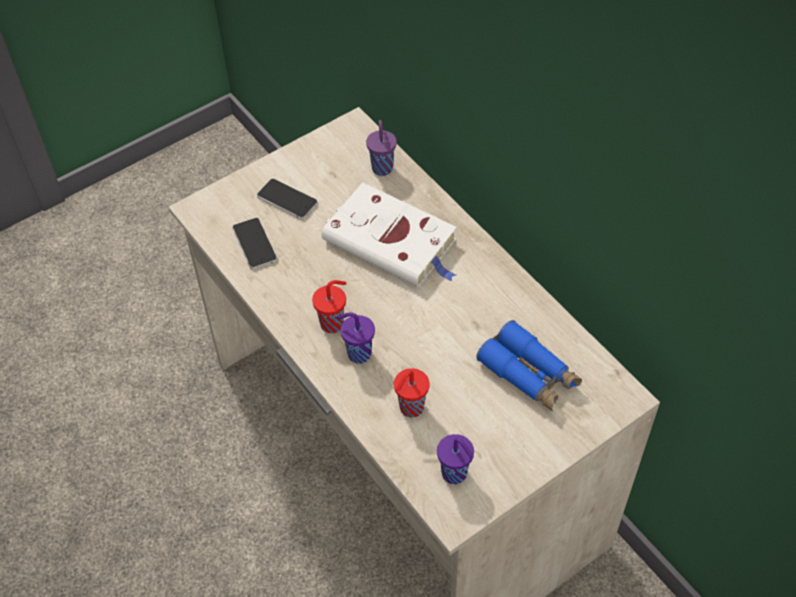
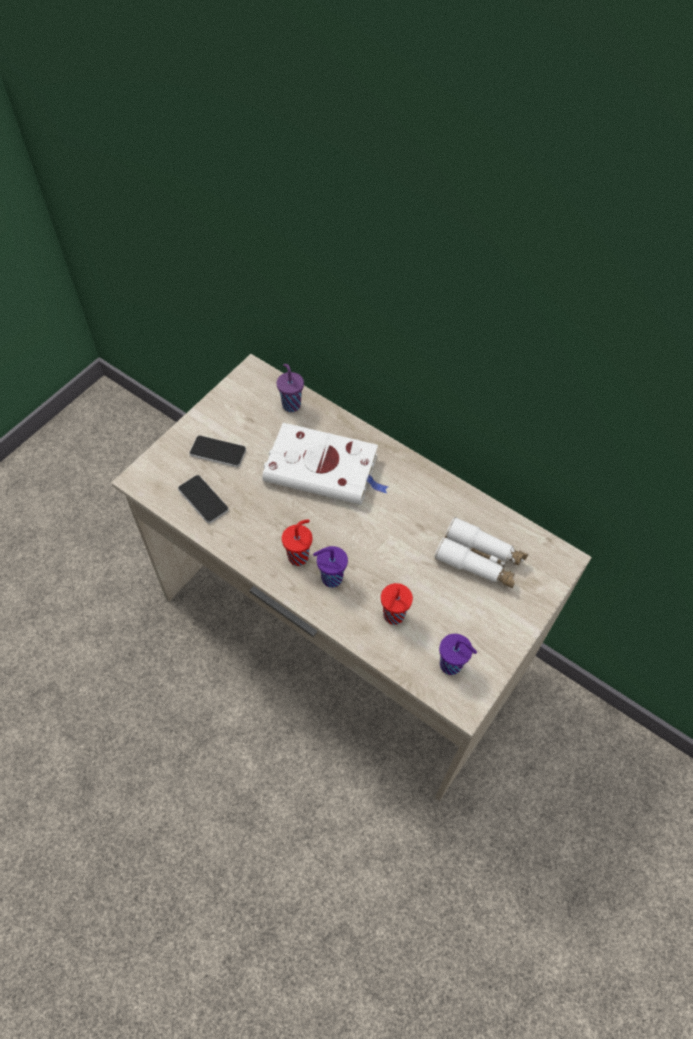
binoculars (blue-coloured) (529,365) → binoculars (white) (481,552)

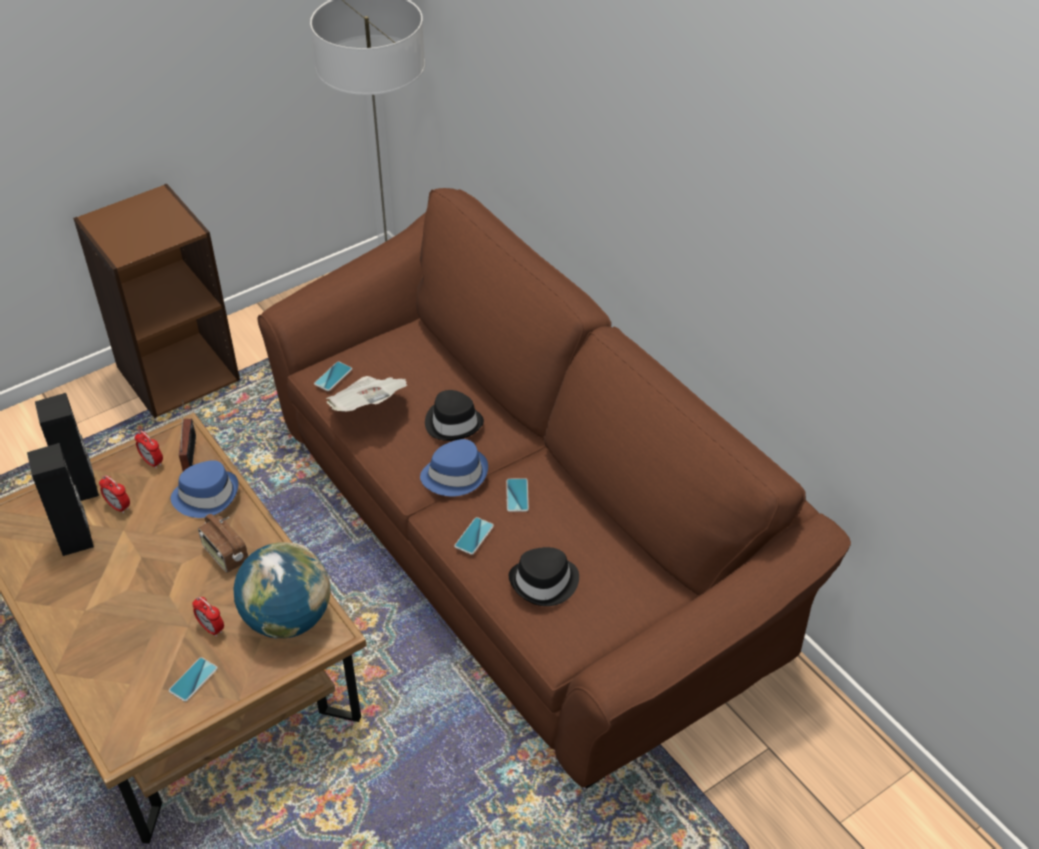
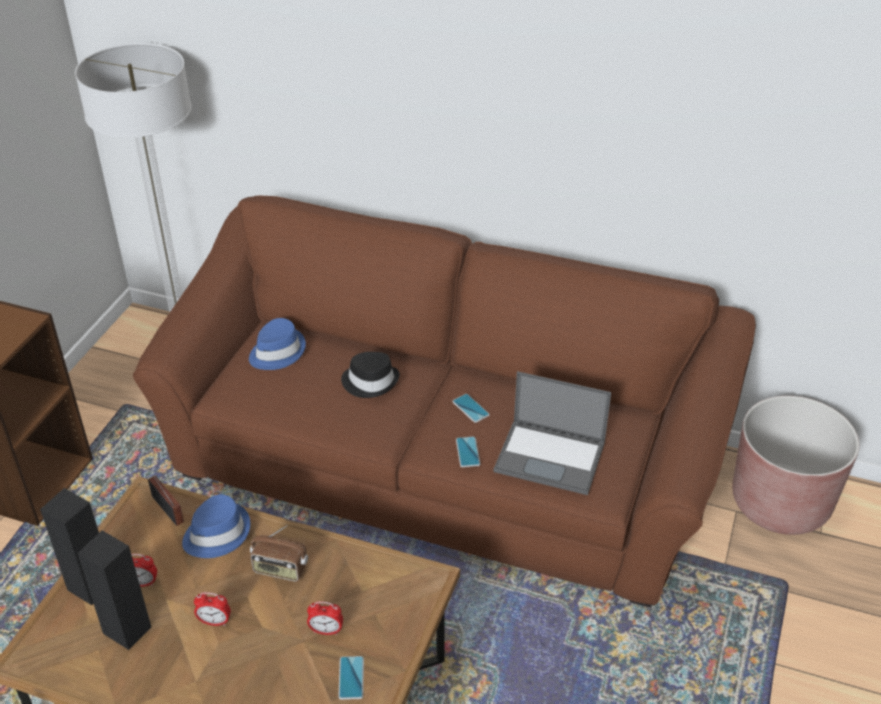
globe (282,590) → -
handset (333,376) → -
printed paper (366,394) → -
- → plant pot (brownish) (795,465)
bedside clock (149,449) → bedside clock (212,609), move
wearable hat (blue-coloured) (454,467) → wearable hat (blue-coloured) (277,344), move
wearable hat (blackish) (544,576) → notebook computer (552,433)

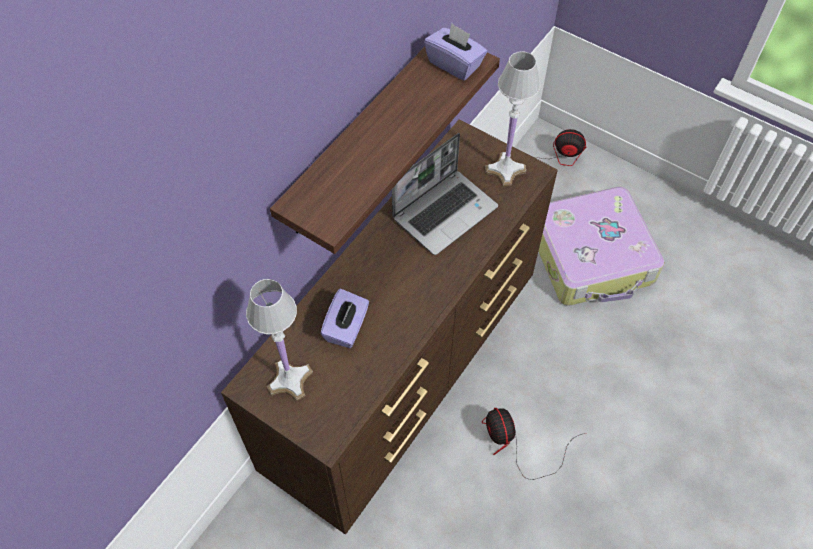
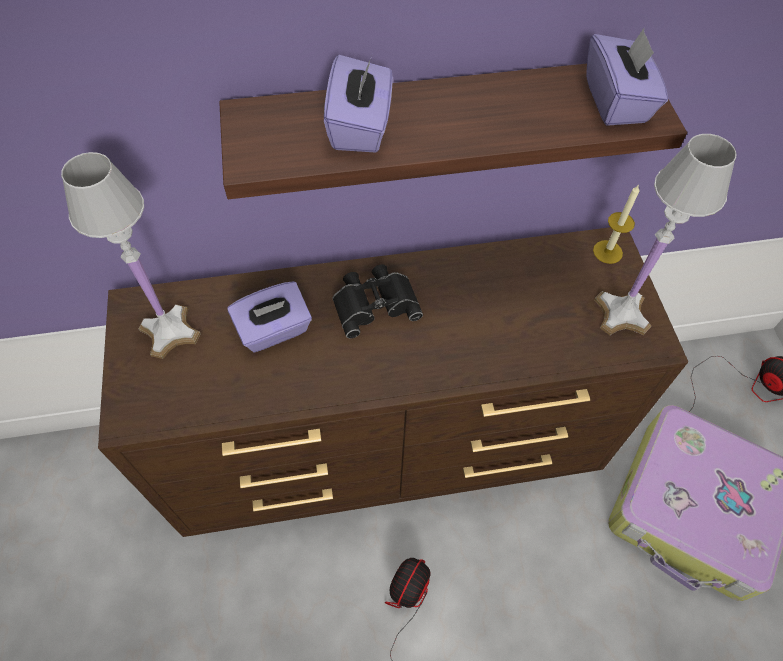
notebook computer (445,194) → -
- → tissue box (purplish) (358,104)
- → binoculars (blackish) (378,301)
- → candle (616,224)

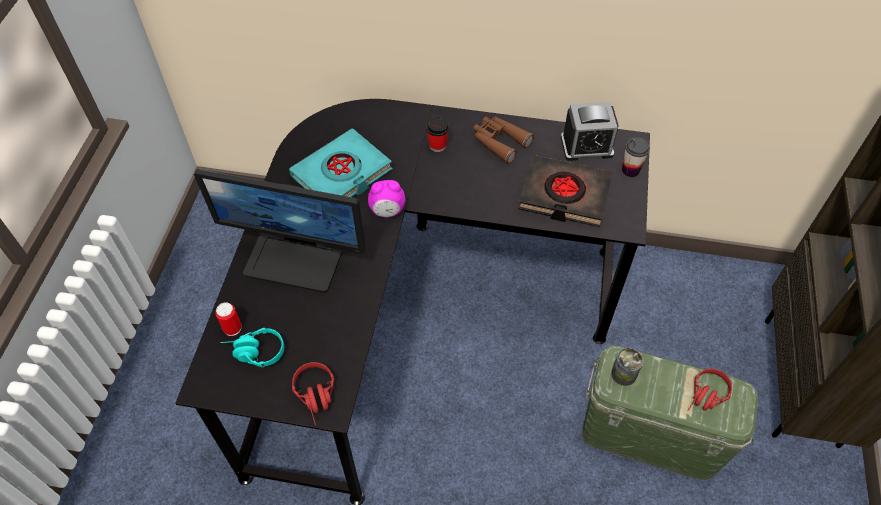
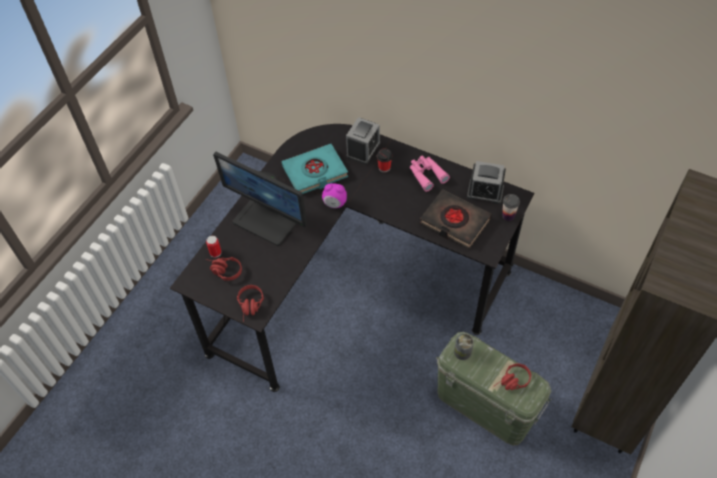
- → bedside clock (363,141)
headset (turquoise-coloured) (252,347) → headset (red-coloured) (223,269)
binoculars (brownish) (503,140) → binoculars (pinkish) (430,173)

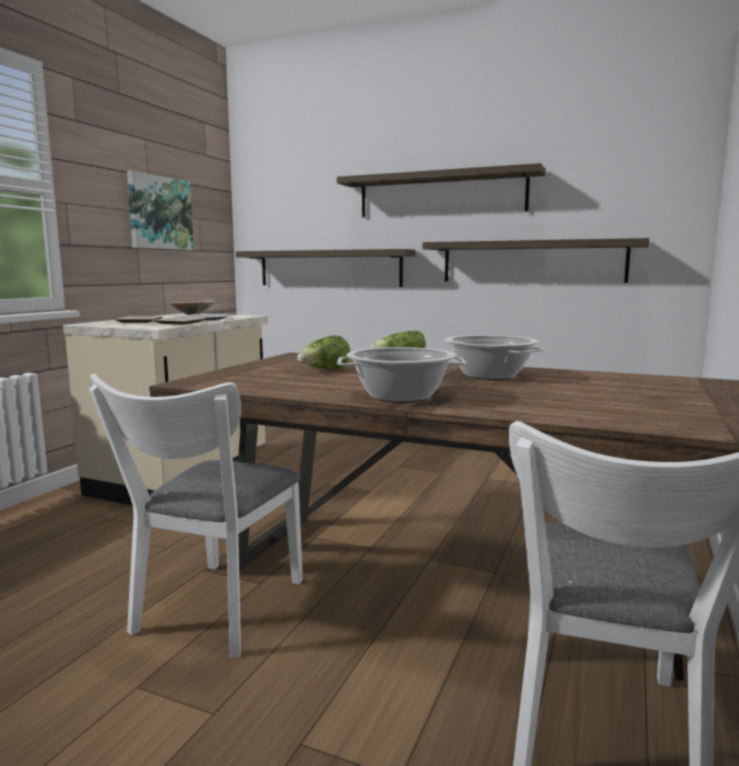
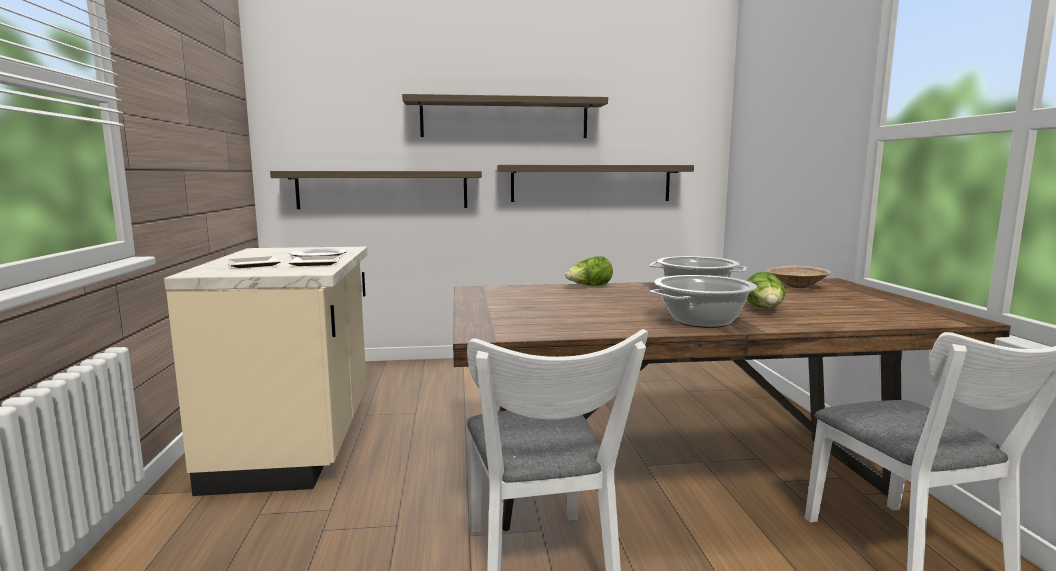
picture (160,210) → -
serving bowl (beige) (192,308) → serving bowl (beige) (799,277), move
lettuce (324,352) → lettuce (766,290), move

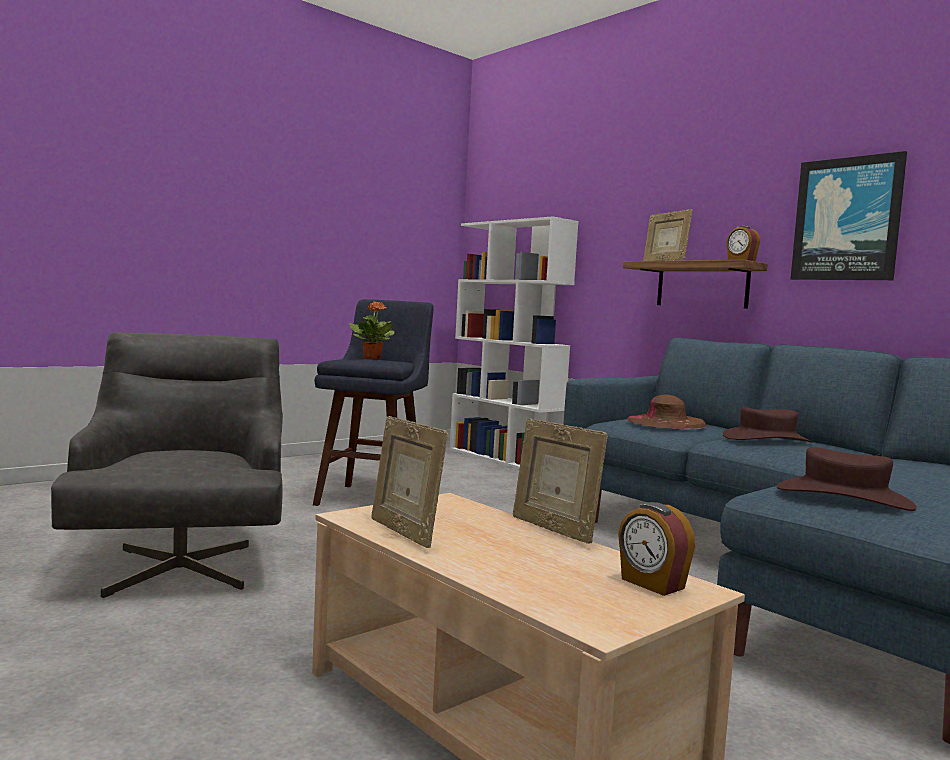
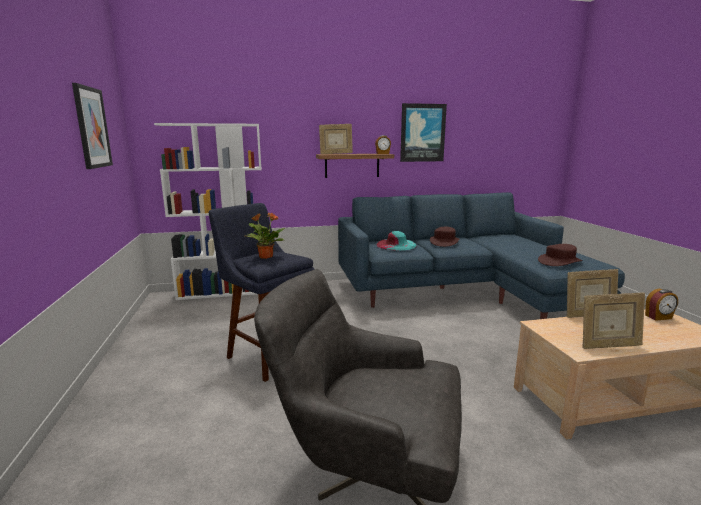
- → picture (92,126)
wearable hat (brownish) (667,412) → wearable hat (turquoise-coloured) (396,241)

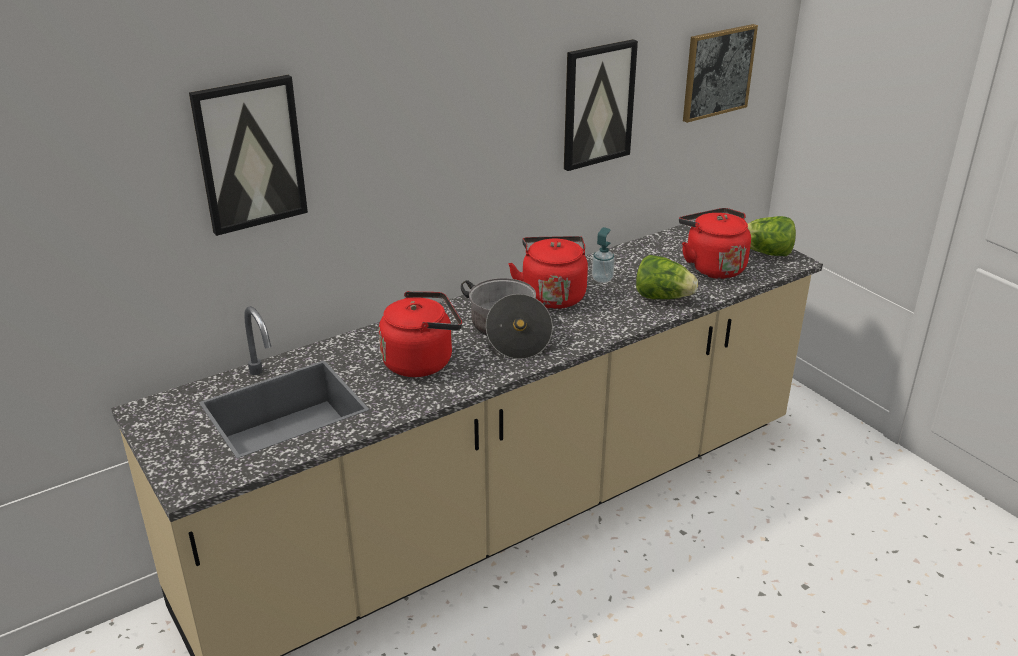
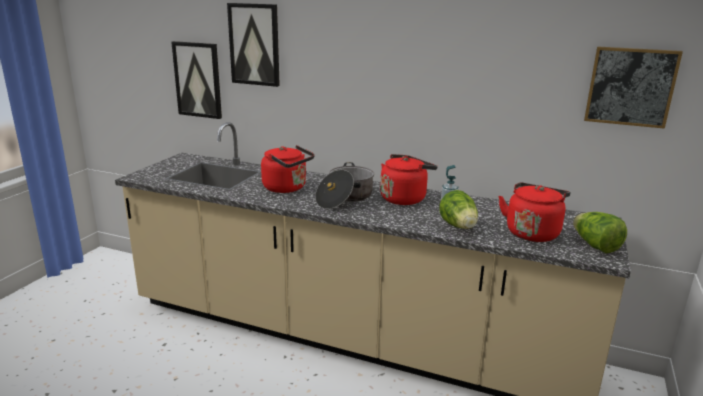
picture (601,105) → picture (196,80), move

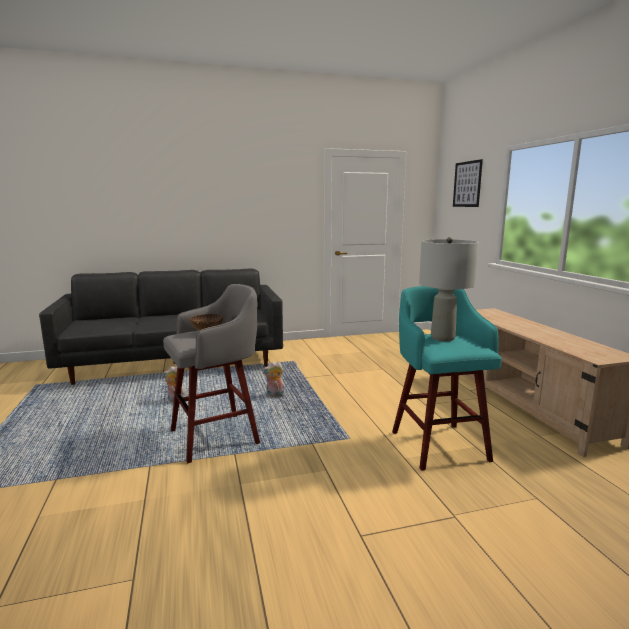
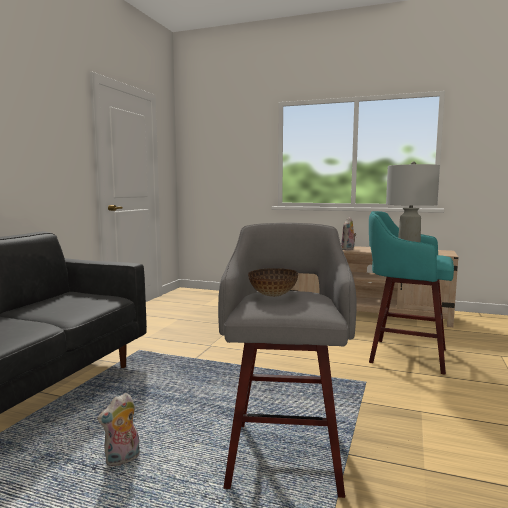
picture (468,183) → -
plush toy (274,379) → plush toy (348,233), move

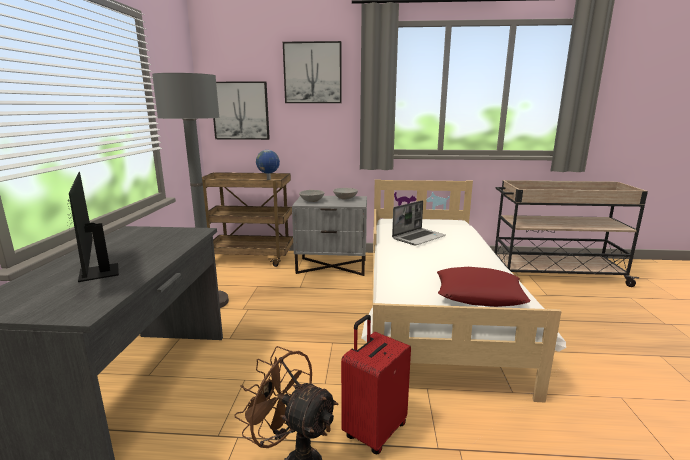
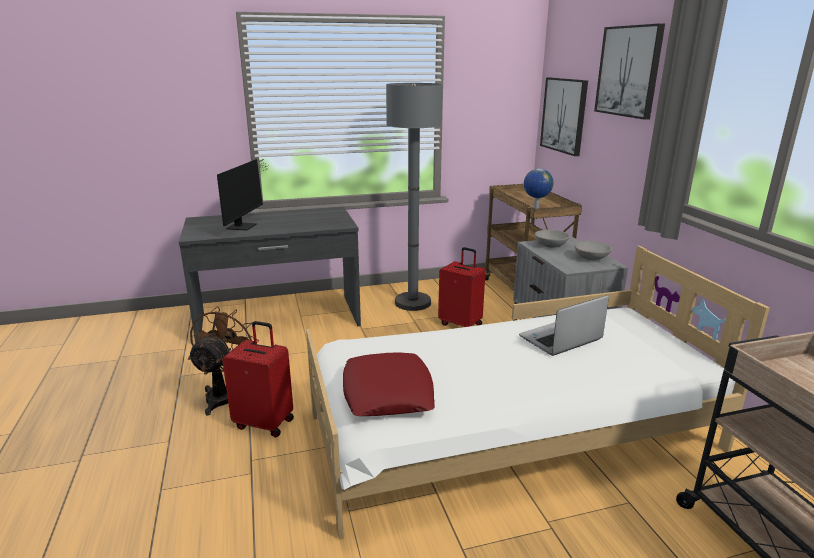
- → suitcase (red-coloured) (461,287)
computer display (93,227) → computer display (242,195), 150 degrees clockwise
notebook computer (419,222) → notebook computer (564,325), 120 degrees clockwise

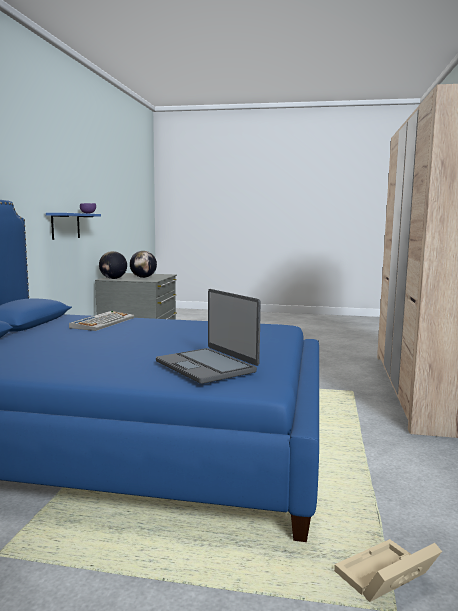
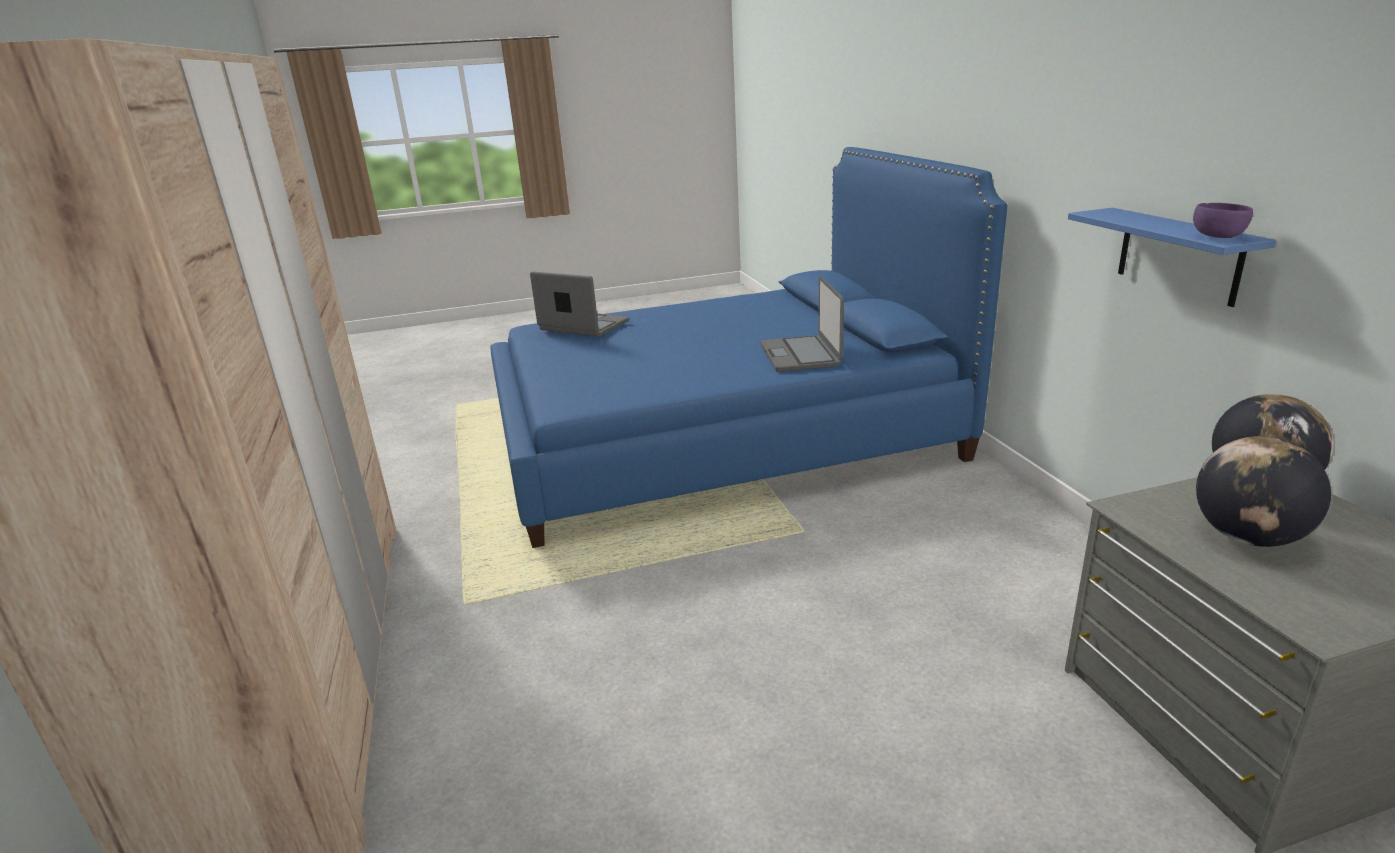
storage box (beige) (388,570) → -
computer keyboard (101,321) → notebook computer (802,324)

